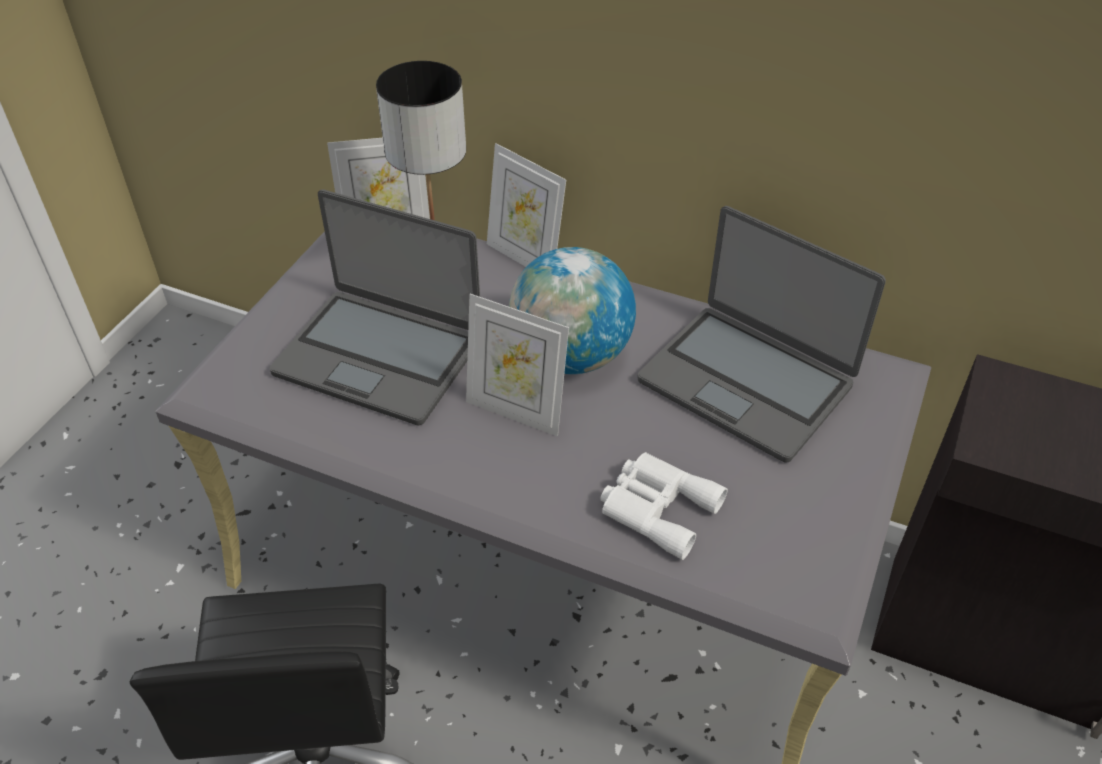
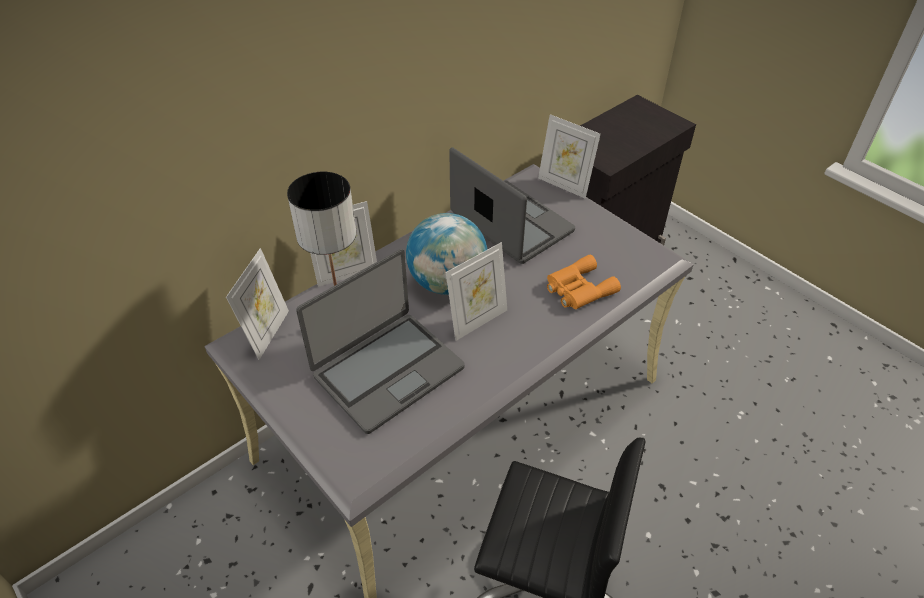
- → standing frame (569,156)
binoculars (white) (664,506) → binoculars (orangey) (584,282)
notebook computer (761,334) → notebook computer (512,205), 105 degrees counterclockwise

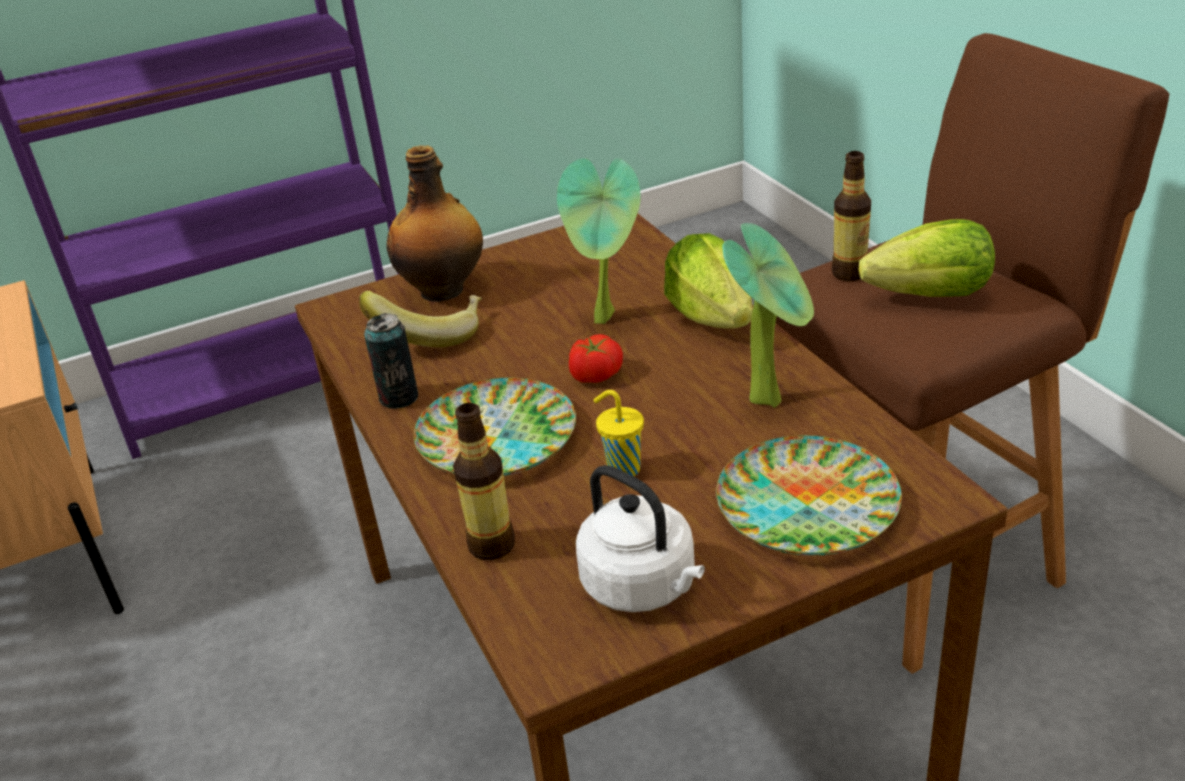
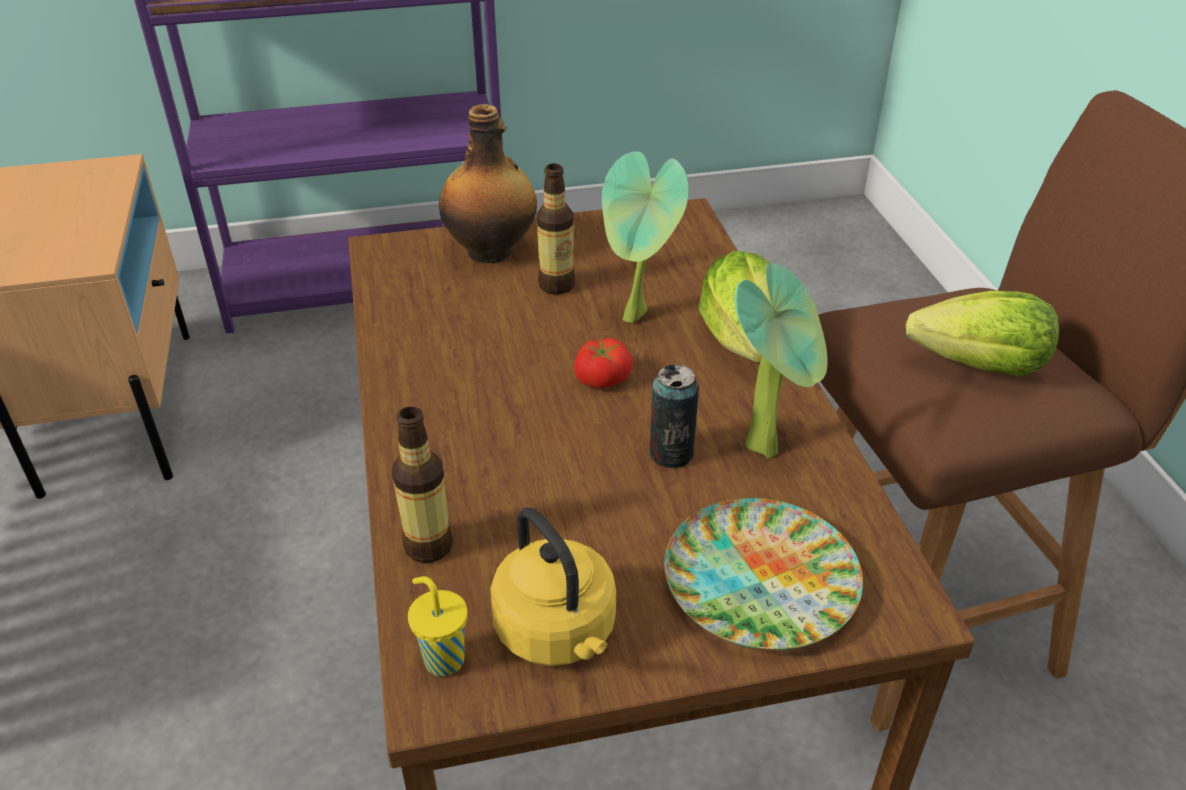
whole banana (420,319) → -
dinner plate (495,427) → -
sealed can (391,361) → sealed can (674,416), move
cup (yellowish) (618,433) → cup (yellowish) (437,626), move
drink bottle (851,216) → drink bottle (555,229), move
tea kettle (white) (640,538) → tea kettle (yellowish) (553,586)

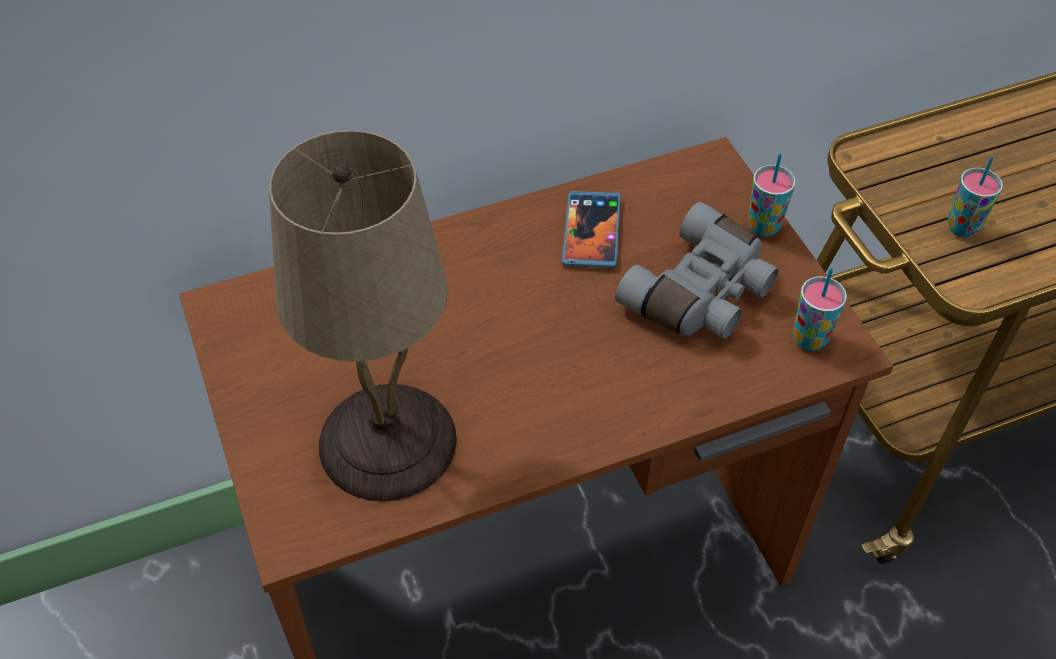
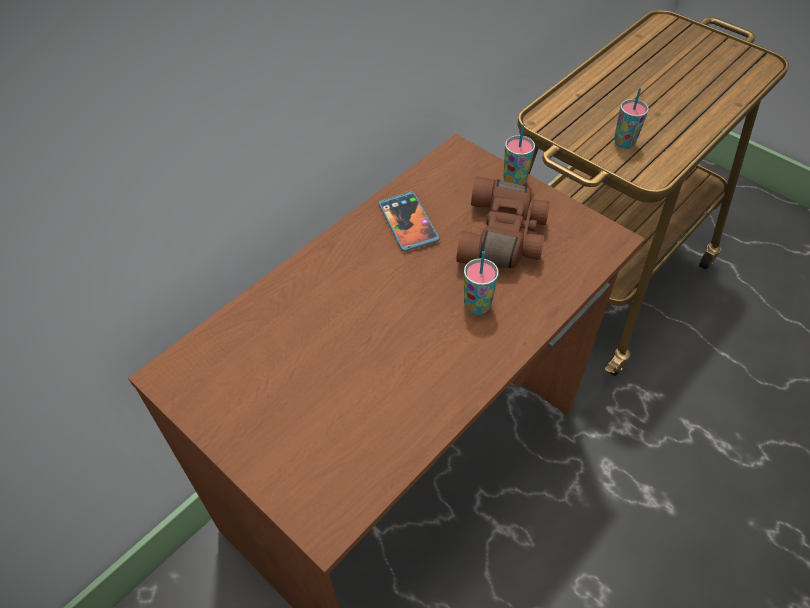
table lamp (beige) (363,316) → -
cup (820,309) → cup (481,283), move
binoculars (grey) (697,270) → binoculars (brownish) (503,222)

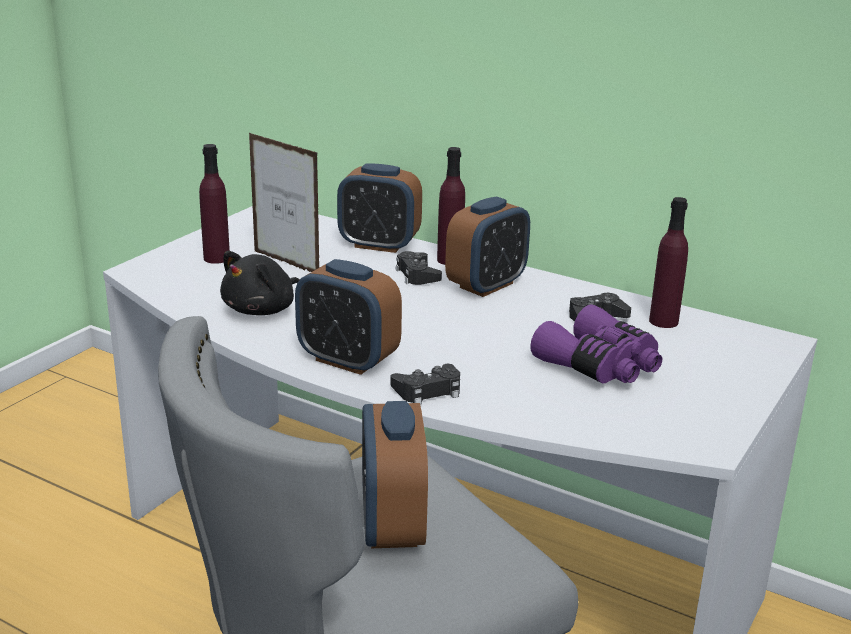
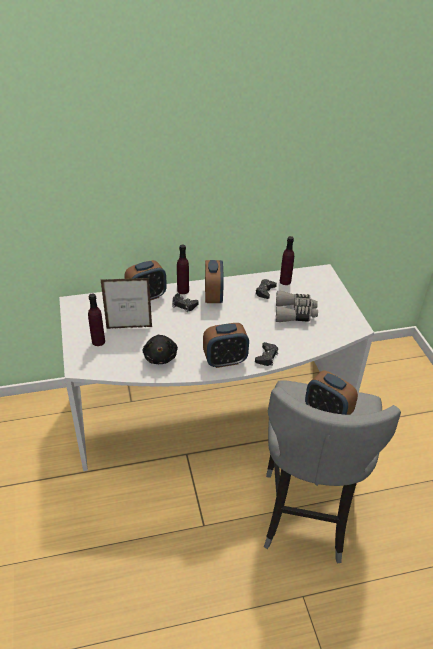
binoculars (purplish) (596,343) → binoculars (grey) (297,306)

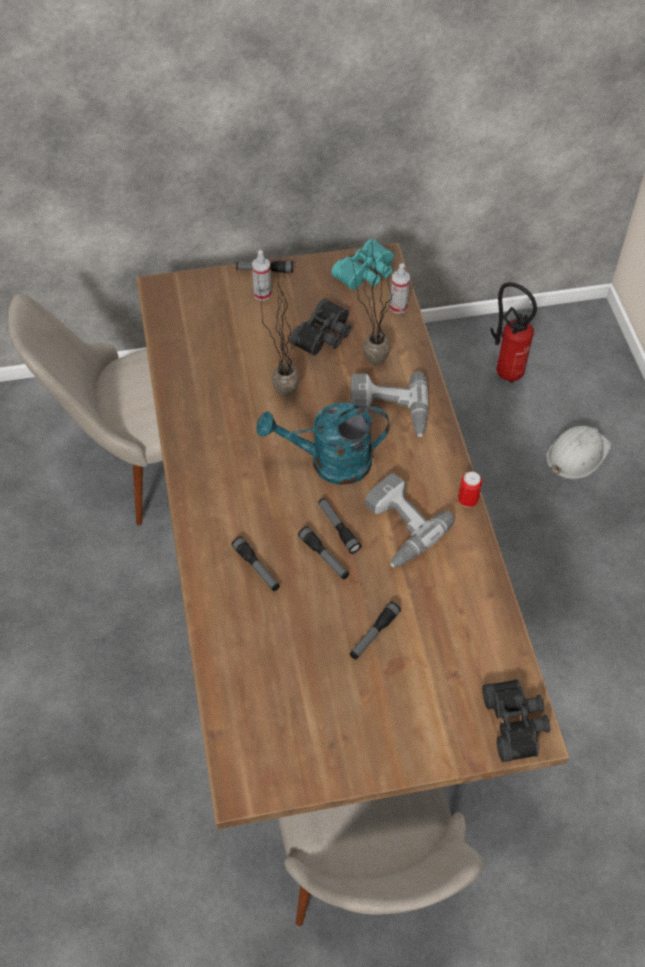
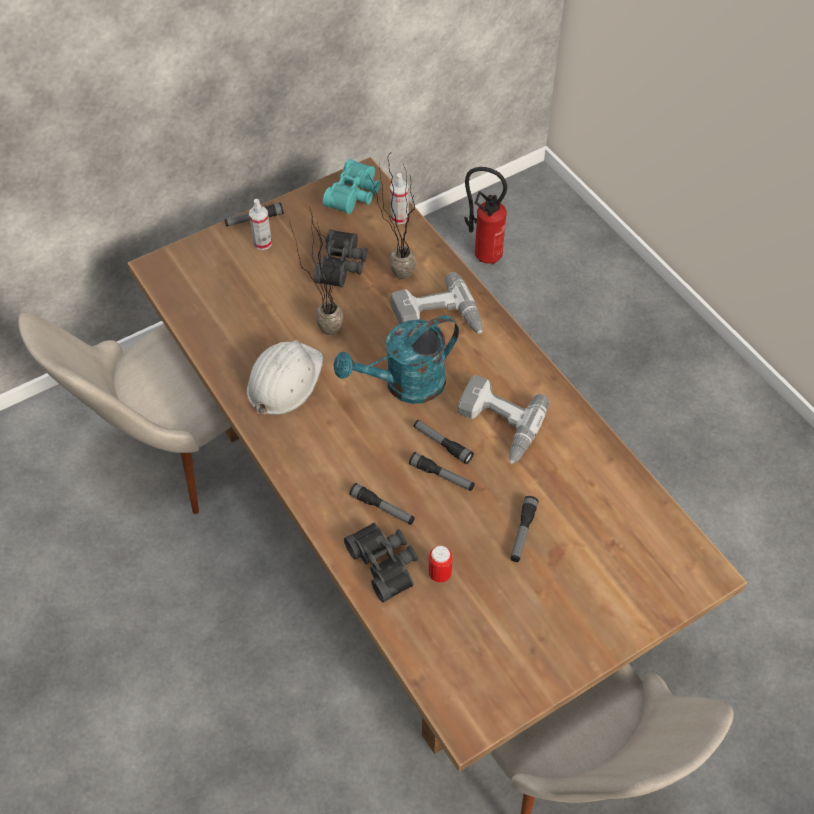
sealed can (470,489) → sealed can (440,564), move
binoculars (blackish) (516,720) → binoculars (blackish) (381,562), move
safety helmet (white) (579,452) → safety helmet (white) (285,377), move

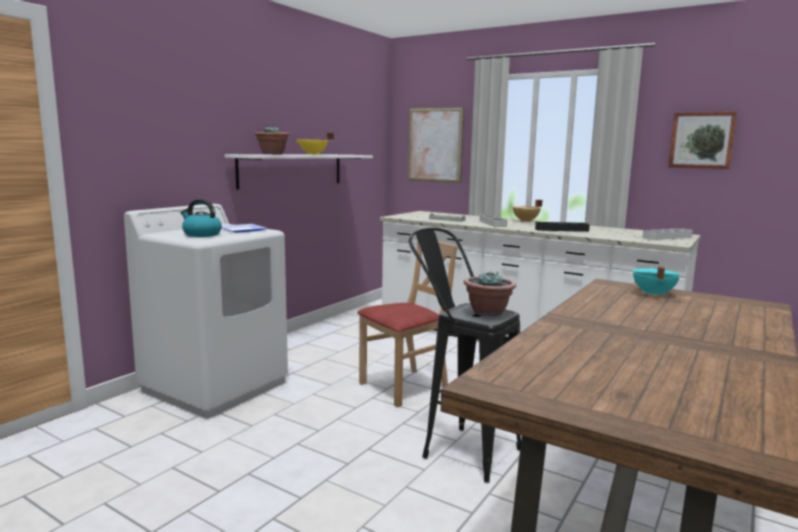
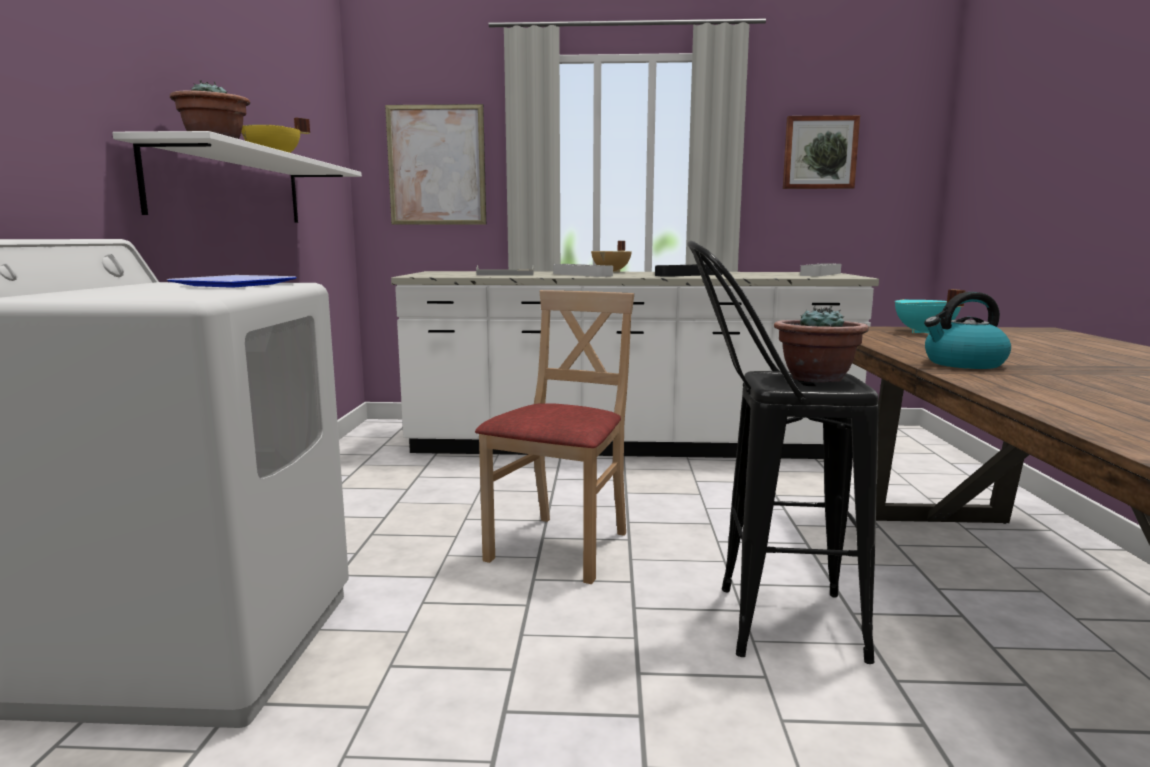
tea kettle (201,218) → tea kettle (967,330), move

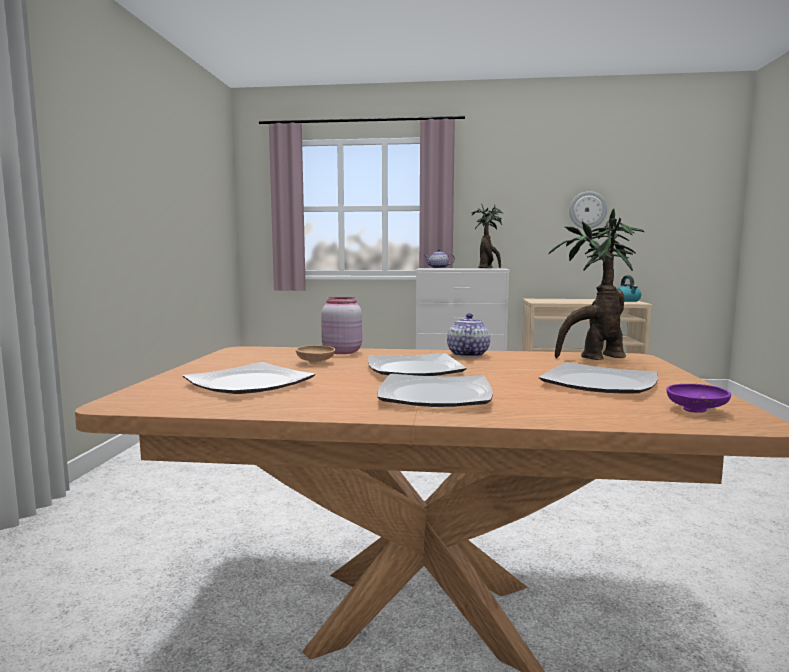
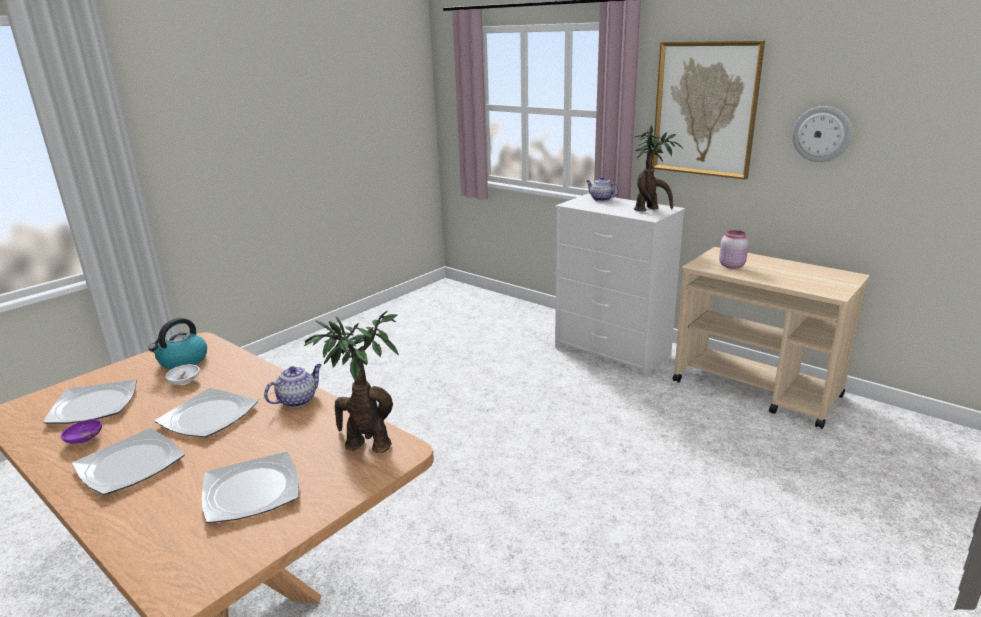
- → picture (708,110)
jar (pinkish) (341,325) → jar (pinkish) (734,249), move
tea kettle (628,288) → tea kettle (178,343), move
serving bowl (purplish) (698,398) → serving bowl (purplish) (81,431), move
serving bowl (brownish) (315,354) → serving bowl (white) (183,374)

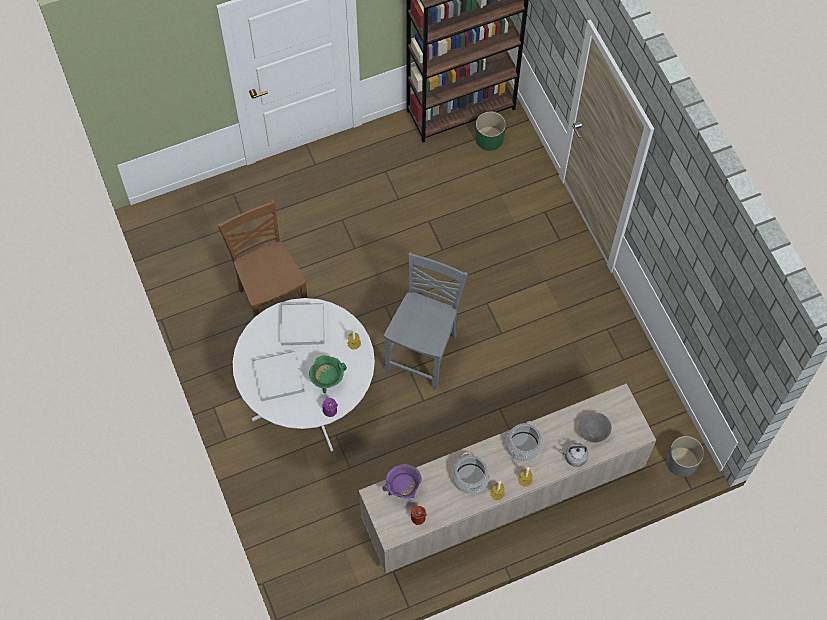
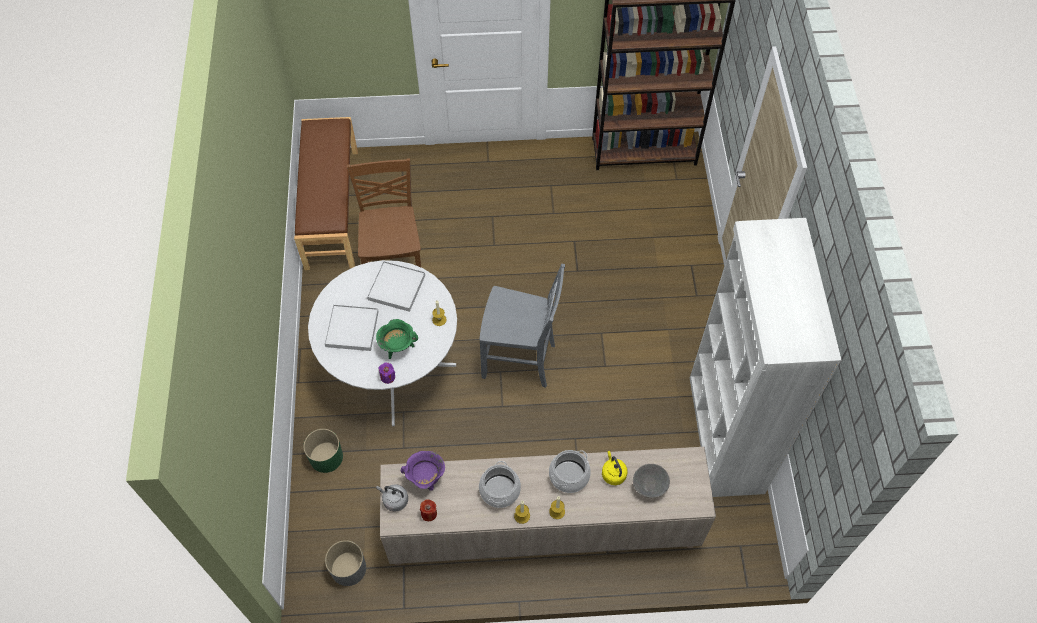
- → indoor bench (brownish) (326,193)
- → tea kettle (yellowish) (614,468)
- → shelving unit (white) (765,357)
plant pot (greenish) (490,131) → plant pot (greenish) (323,451), move
tea kettle (grey) (573,455) → tea kettle (grey) (392,498), move
plant pot (grey) (685,456) → plant pot (grey) (345,563), move
chair (grey) (426,321) → chair (grey) (522,326), 60 degrees clockwise

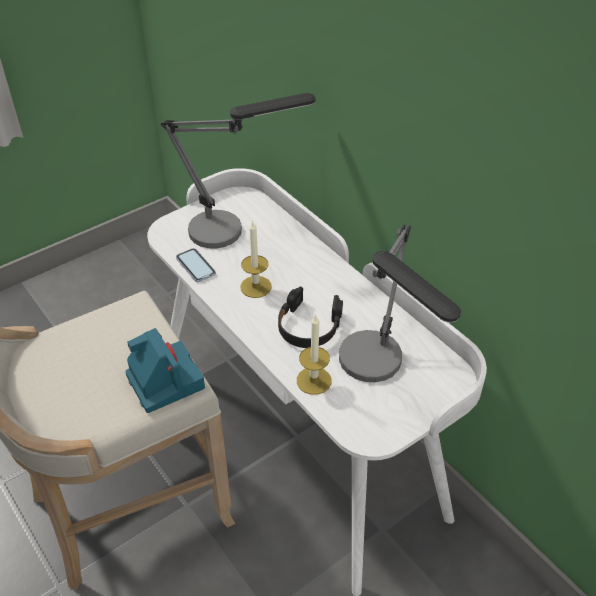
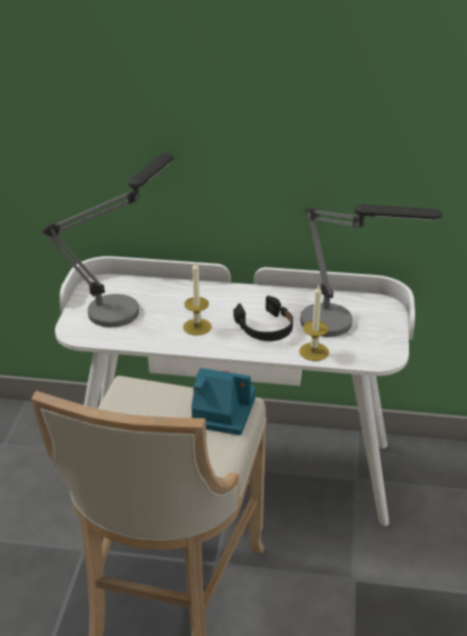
handset (196,265) → -

